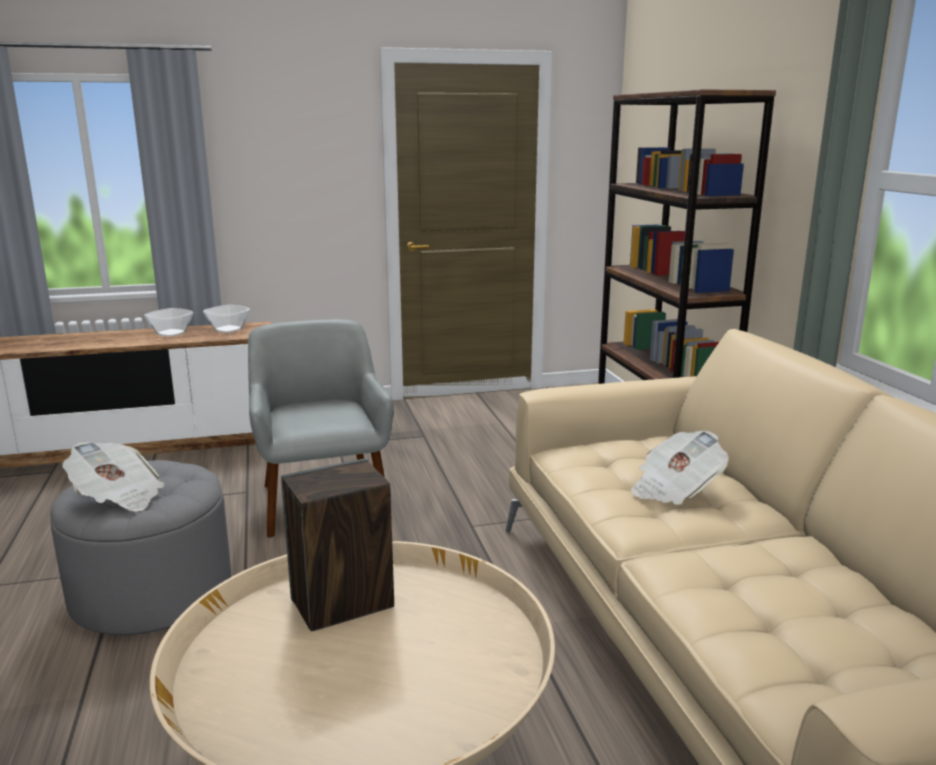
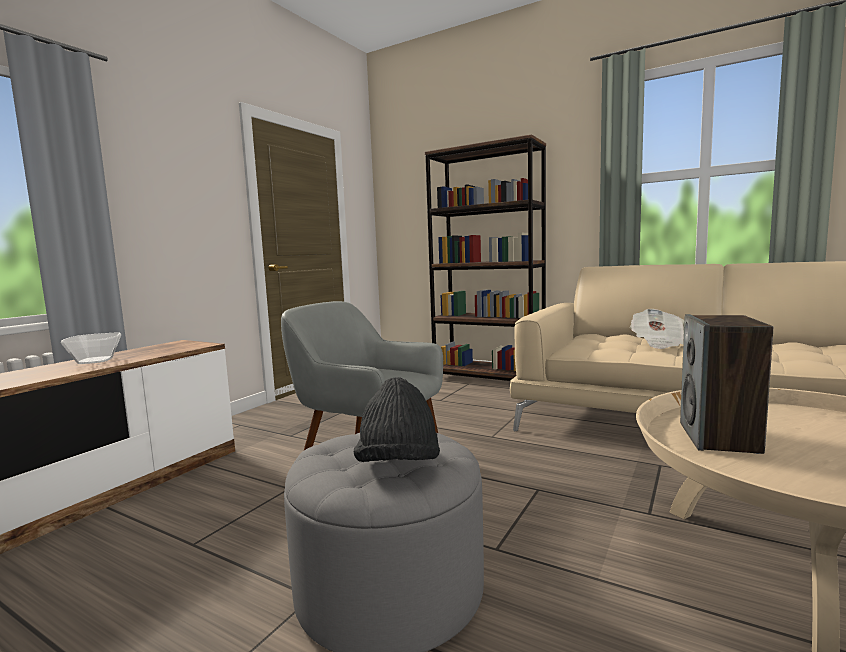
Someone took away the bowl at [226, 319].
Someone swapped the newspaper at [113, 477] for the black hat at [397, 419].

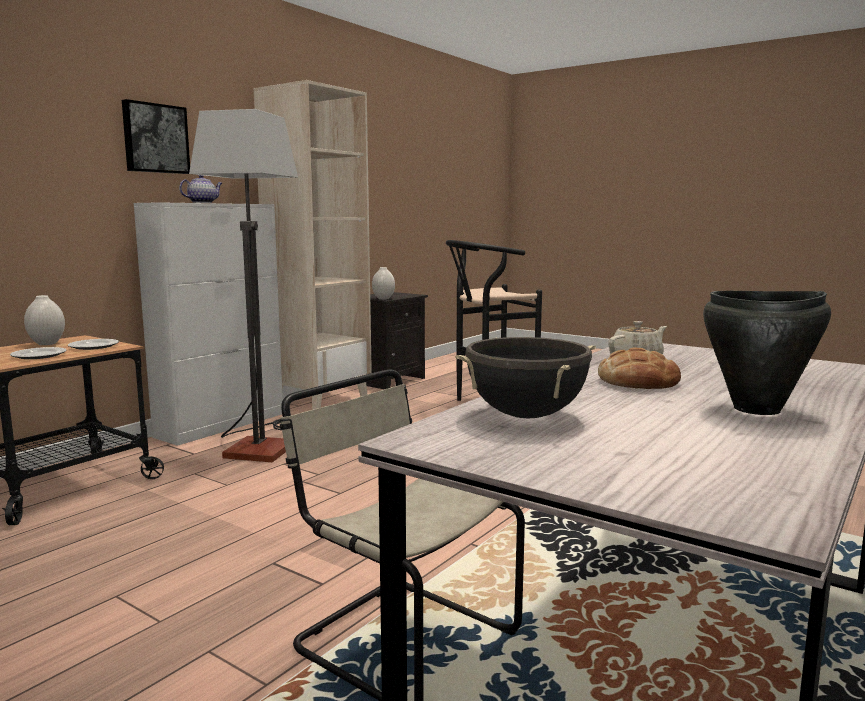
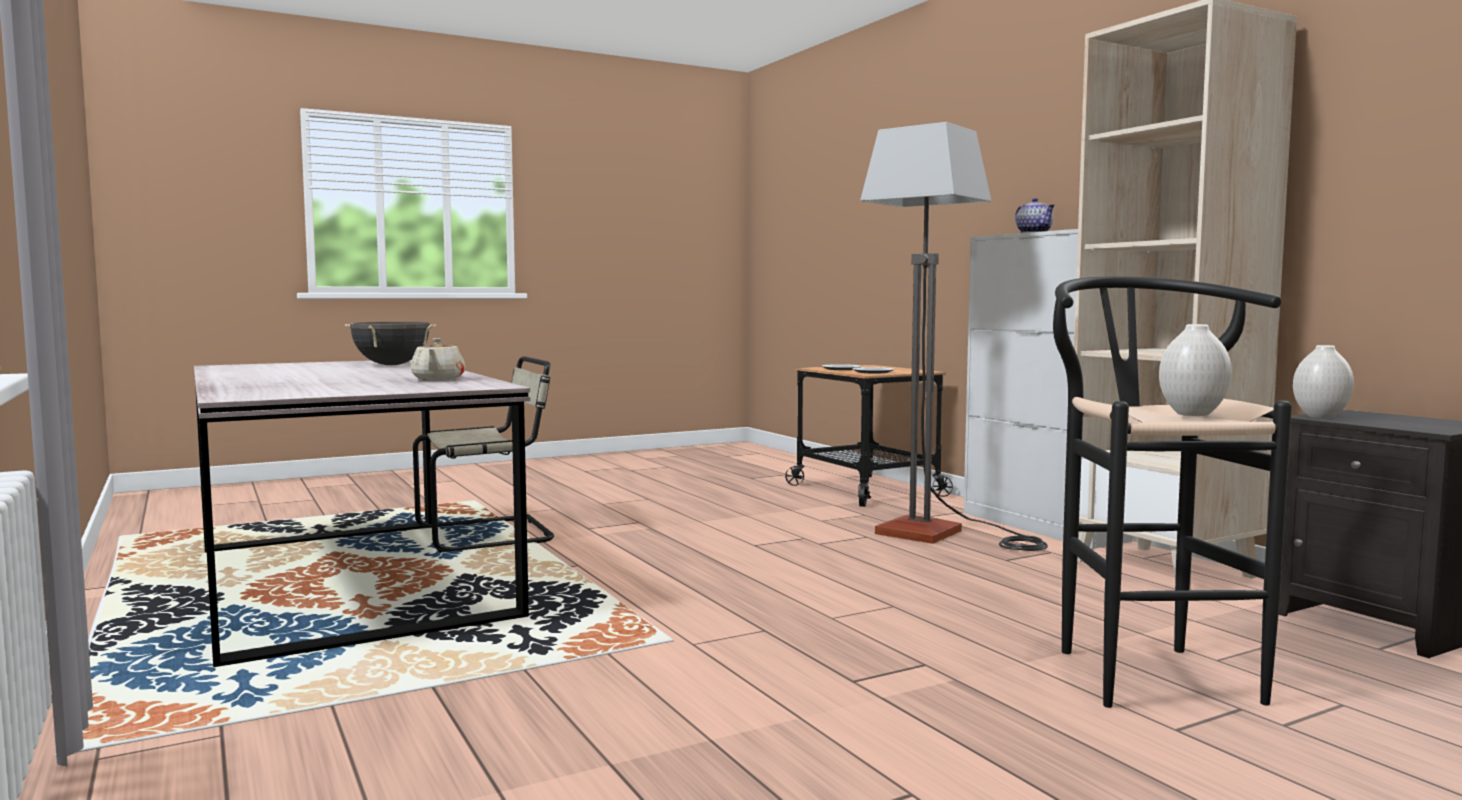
Someone took away the picture at [156, 136].
Someone took away the black cooking pot at [767, 353].
Someone carried the white vase from [44, 320] to [1195, 370].
Someone took away the bread at [639, 368].

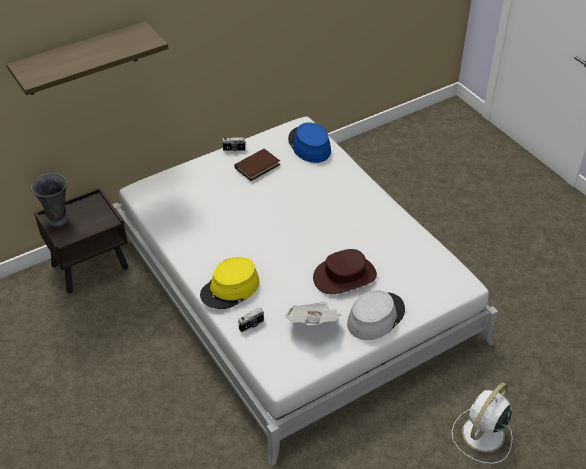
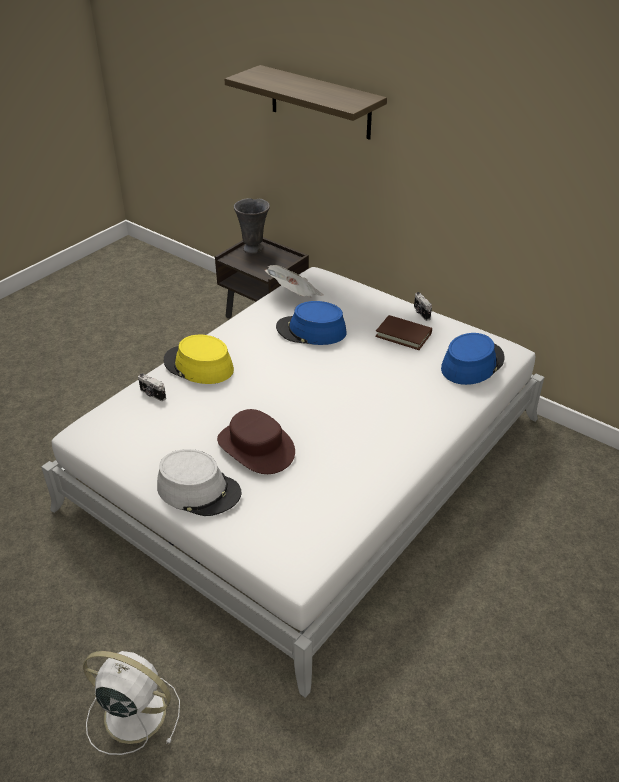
Someone carried the newspaper from [313, 313] to [294, 281].
Someone put down the blue hat at [311, 323].

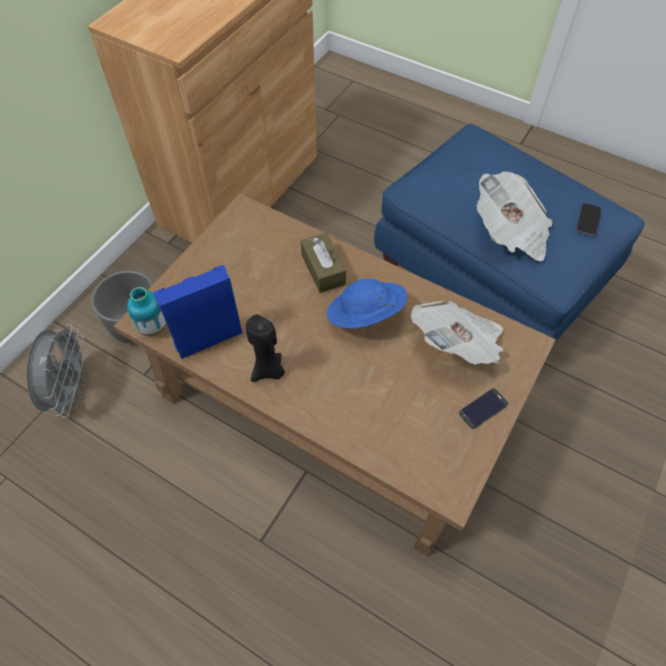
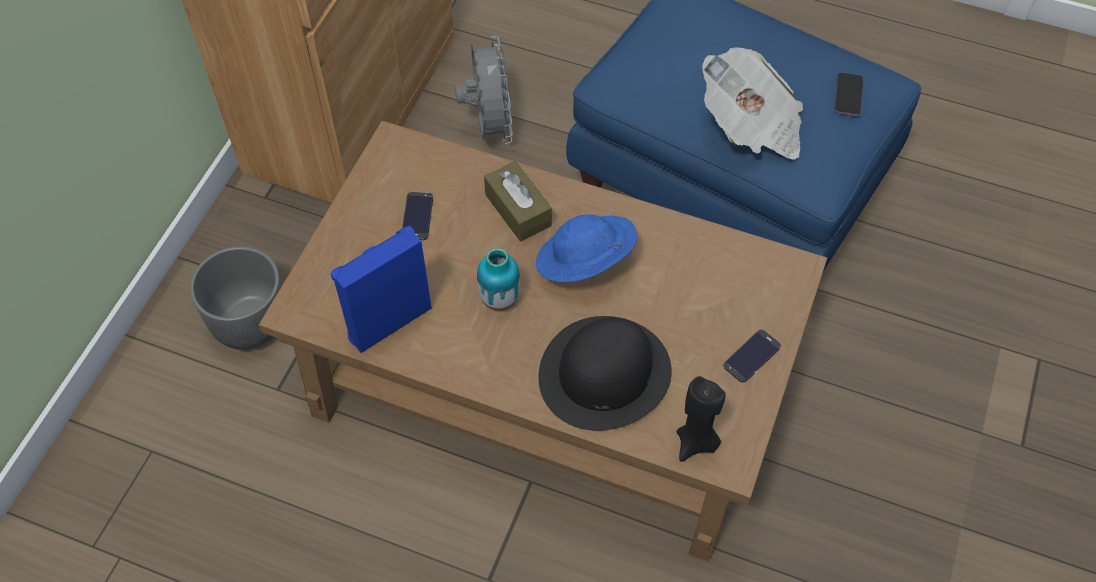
Someone carried the vase from [147, 311] to [498, 279].
Someone took away the newspaper at [457, 333].
Someone carried the black candle from [265, 348] to [701, 419].
Someone carried the grey fan from [57, 371] to [484, 90].
Someone put down the phone at [417, 216].
Someone put down the black hat at [605, 373].

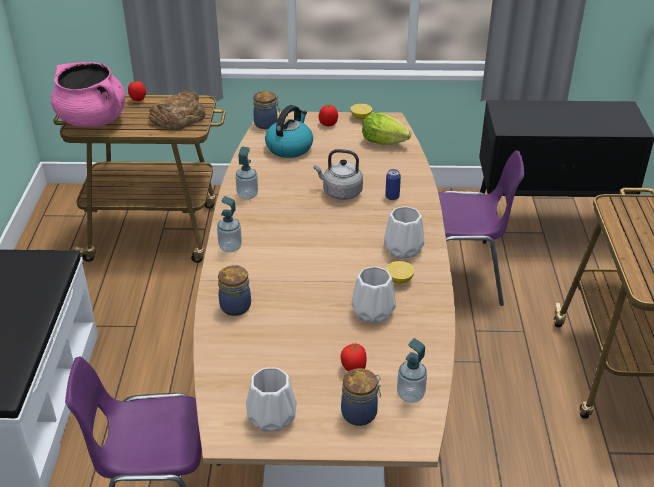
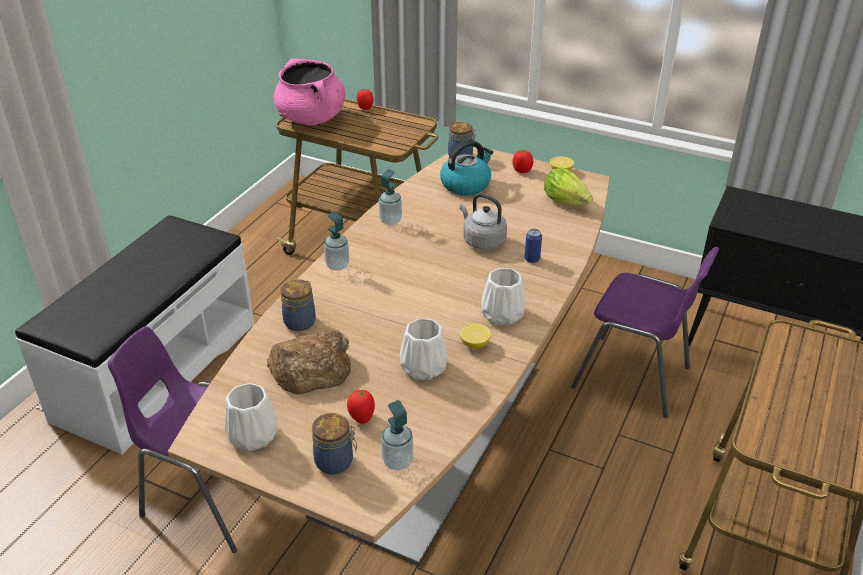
Someone carried the bread from [177, 110] to [309, 363].

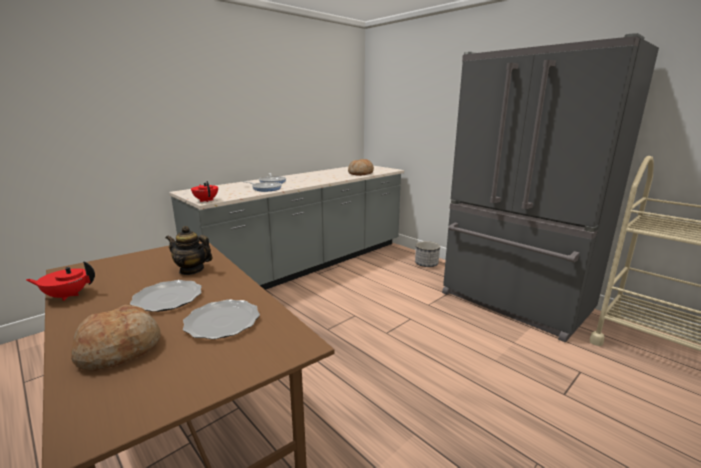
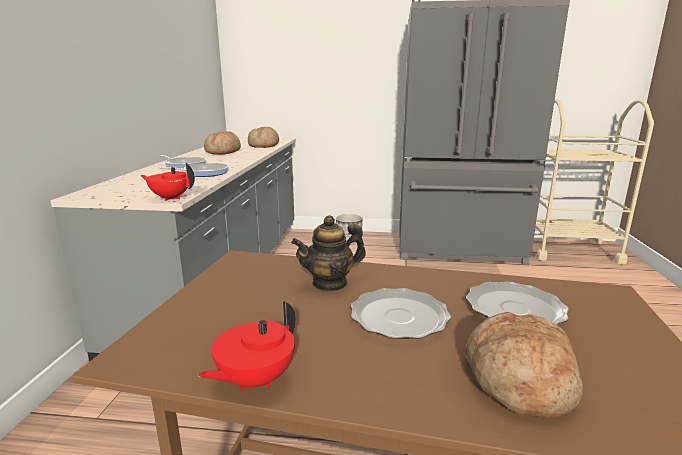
Someone put down the bread at [222, 142].

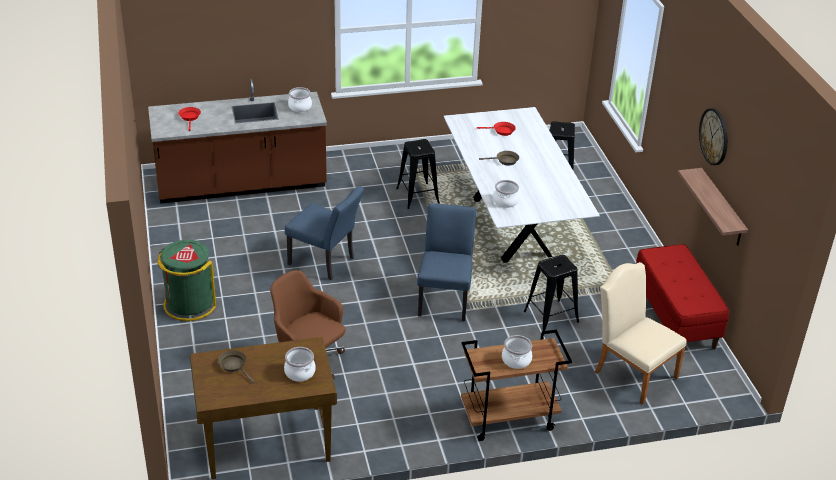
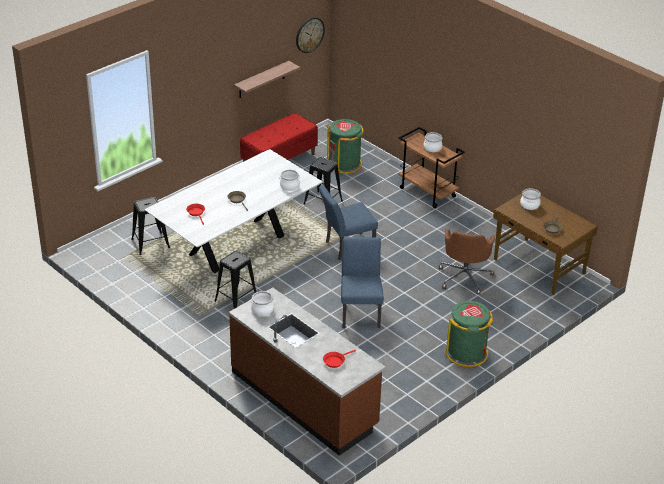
Someone carried the wall clock from [713, 136] to [310, 35].
Someone swapped the beige chair at [640, 333] for the green trash can at [345, 146].

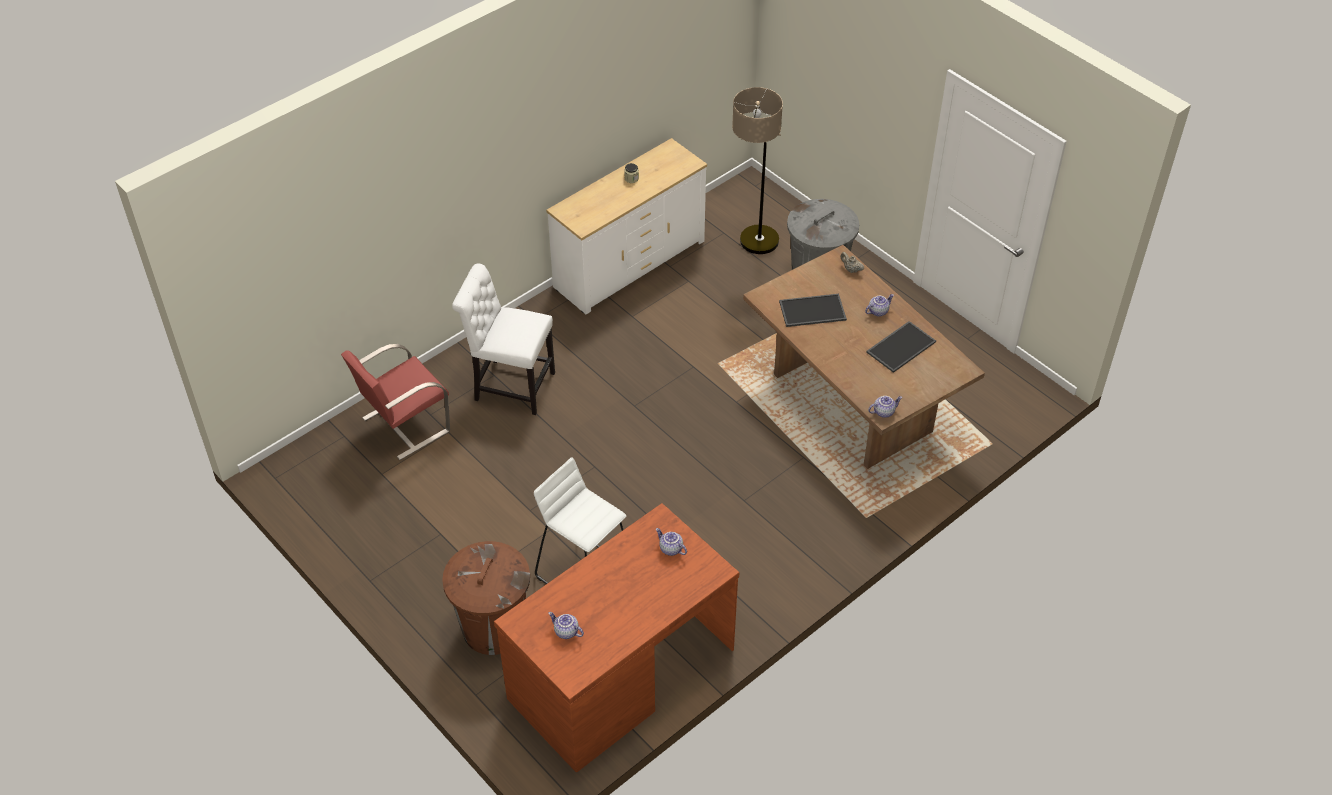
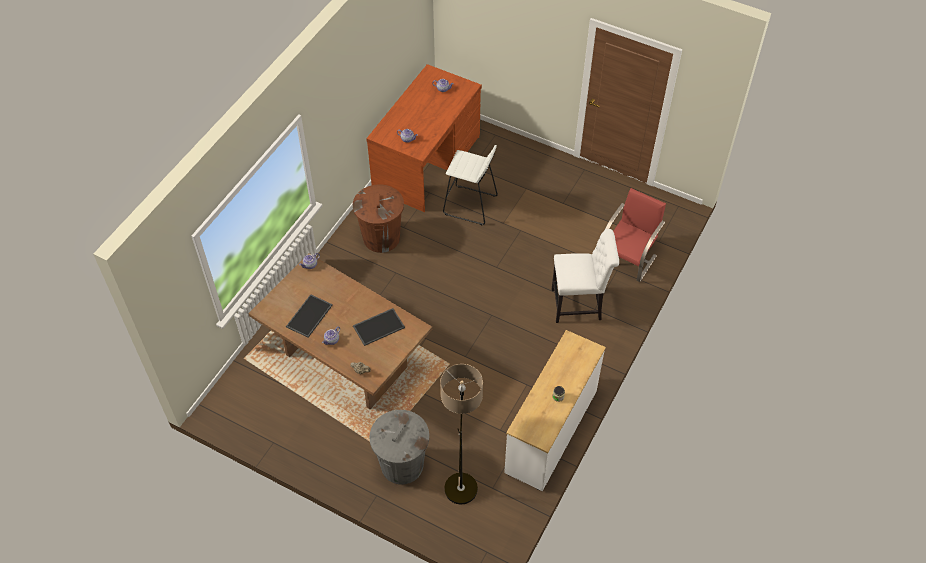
Someone carried the brown trash can from [486, 598] to [378, 218].

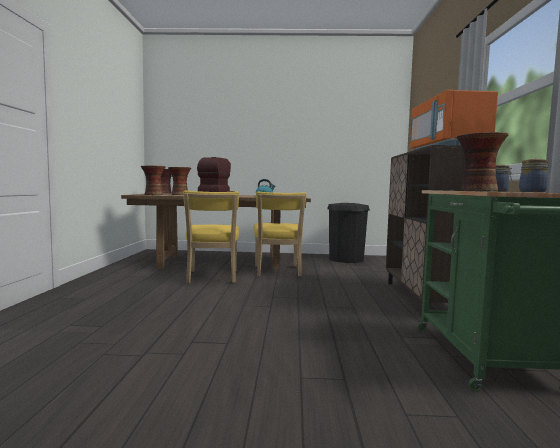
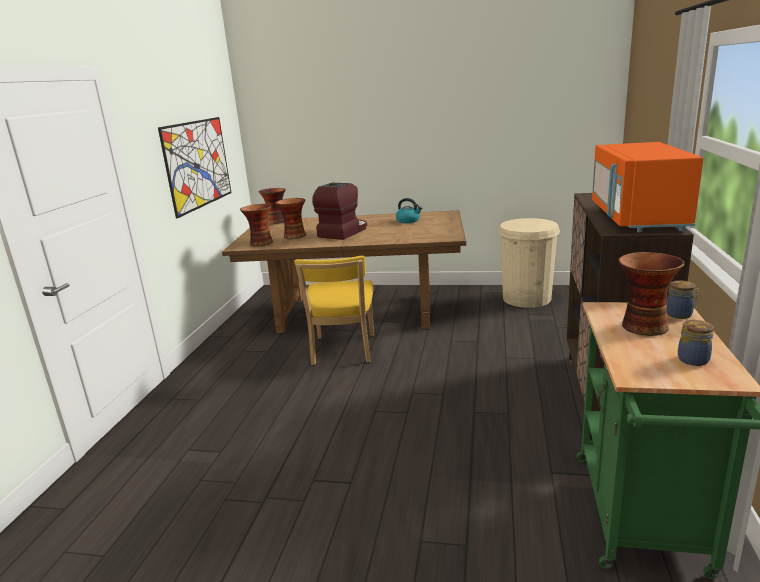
Someone took away the yellow chair at [280, 234].
Someone repainted the black trash can at [348, 233], which became the beige trash can at [529, 263].
Someone put up the picture at [194, 168].

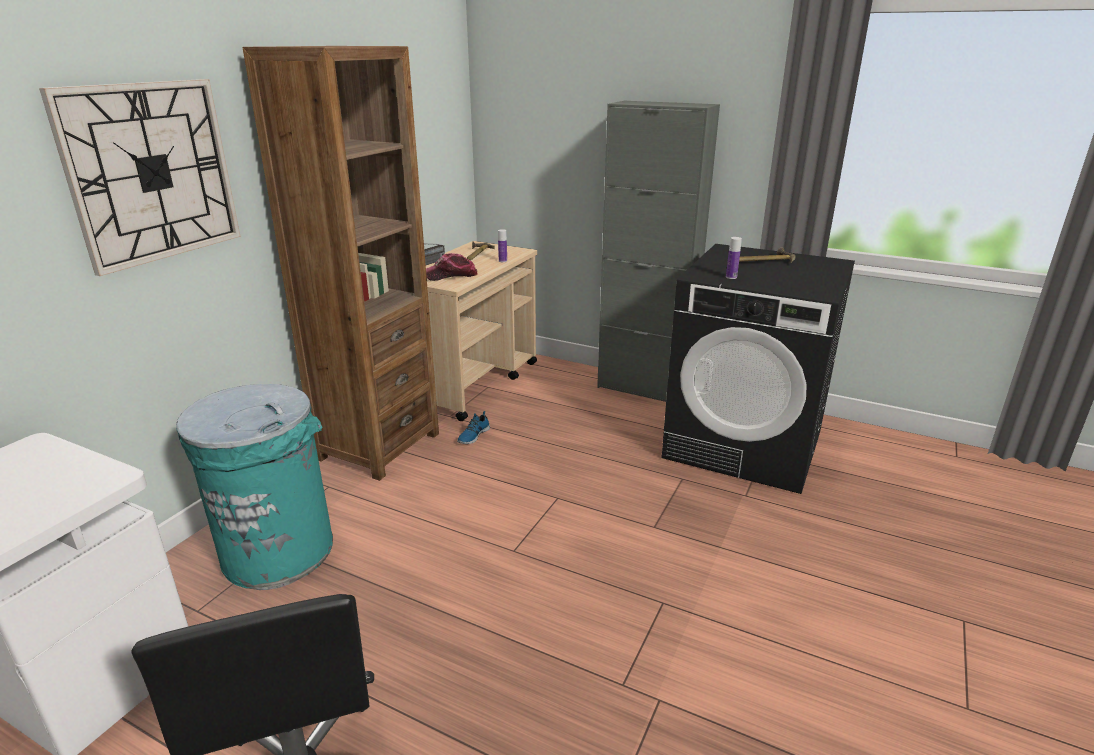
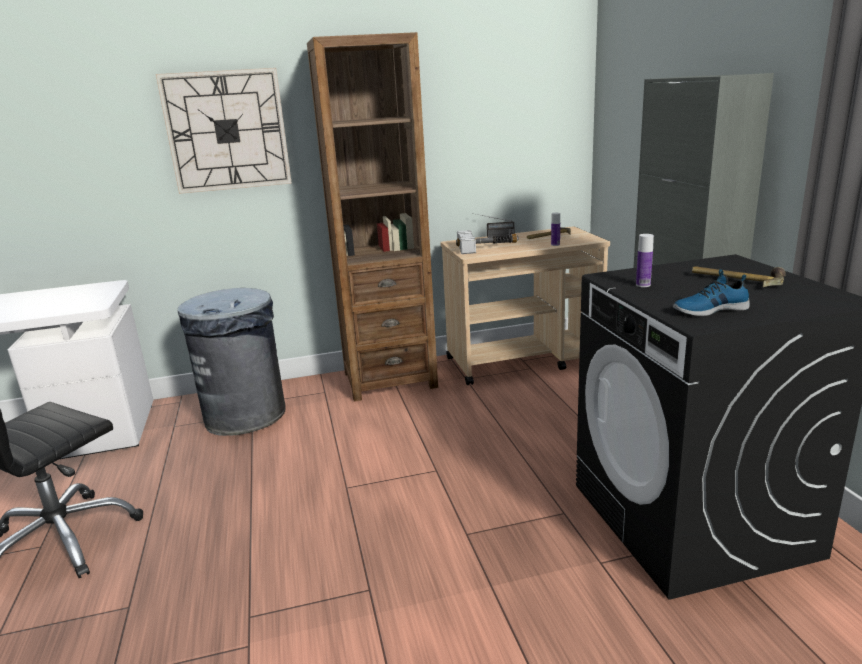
Someone swapped the cap at [452, 267] for the hammer at [487, 242].
Someone repainted the turquoise trash can at [254, 487], which became the grey trash can at [231, 362].
Someone carried the shoe from [473, 427] to [711, 292].

